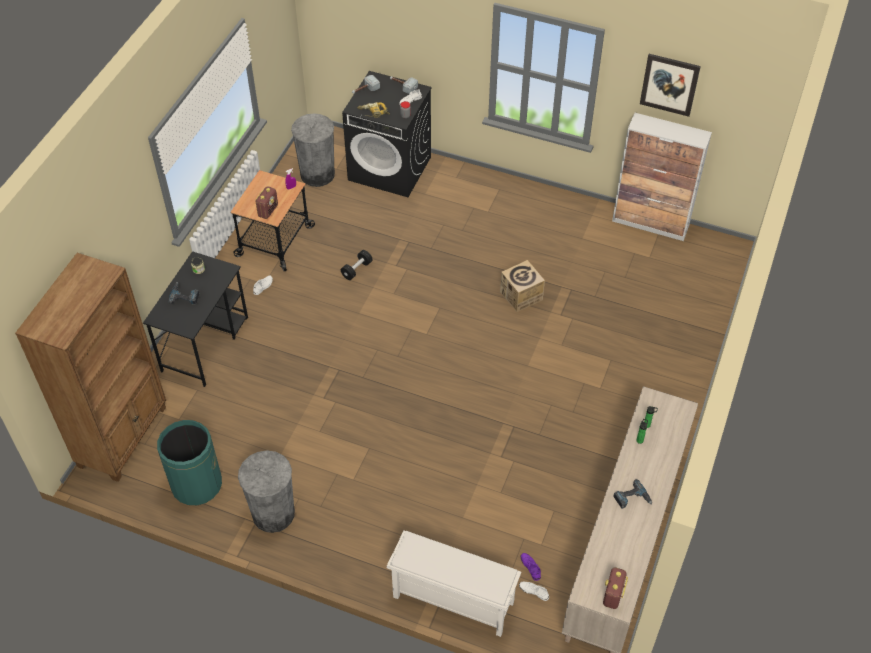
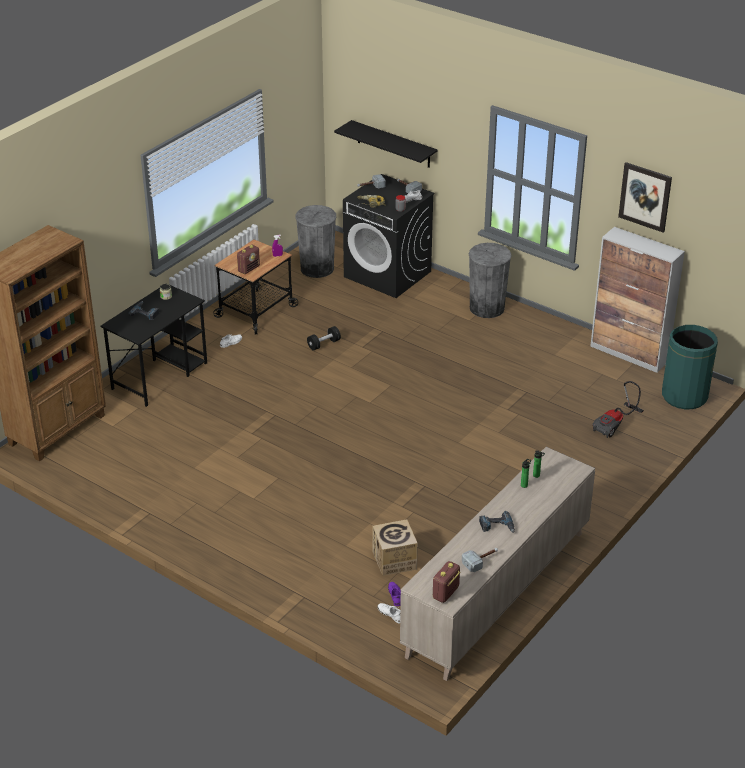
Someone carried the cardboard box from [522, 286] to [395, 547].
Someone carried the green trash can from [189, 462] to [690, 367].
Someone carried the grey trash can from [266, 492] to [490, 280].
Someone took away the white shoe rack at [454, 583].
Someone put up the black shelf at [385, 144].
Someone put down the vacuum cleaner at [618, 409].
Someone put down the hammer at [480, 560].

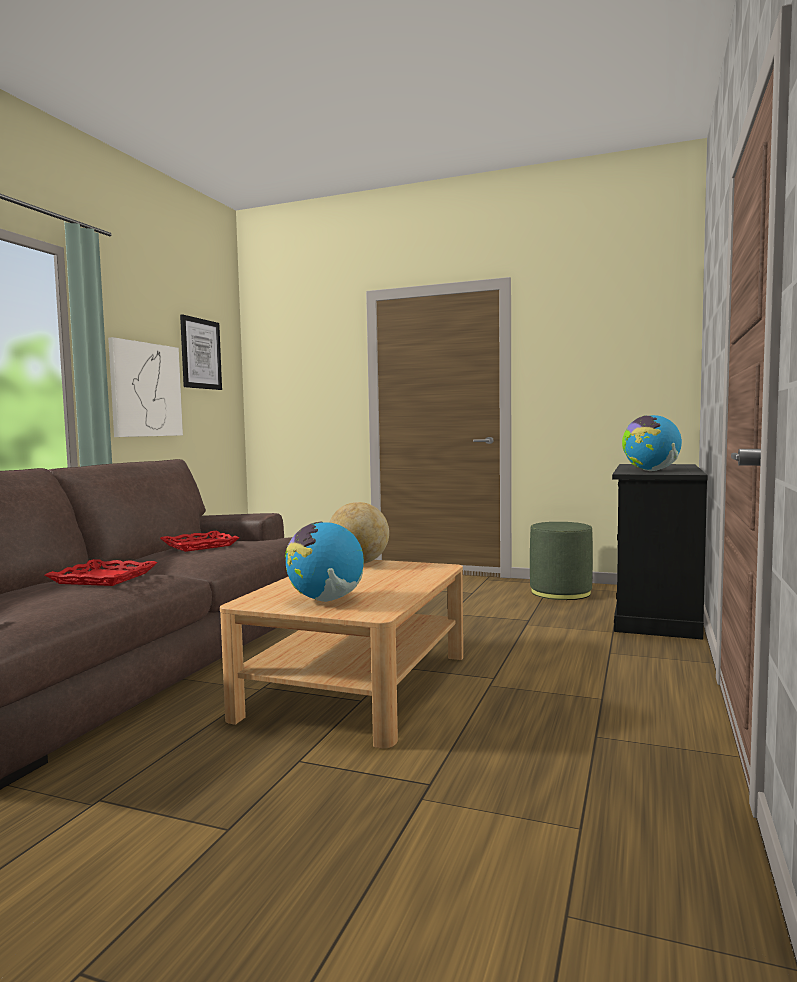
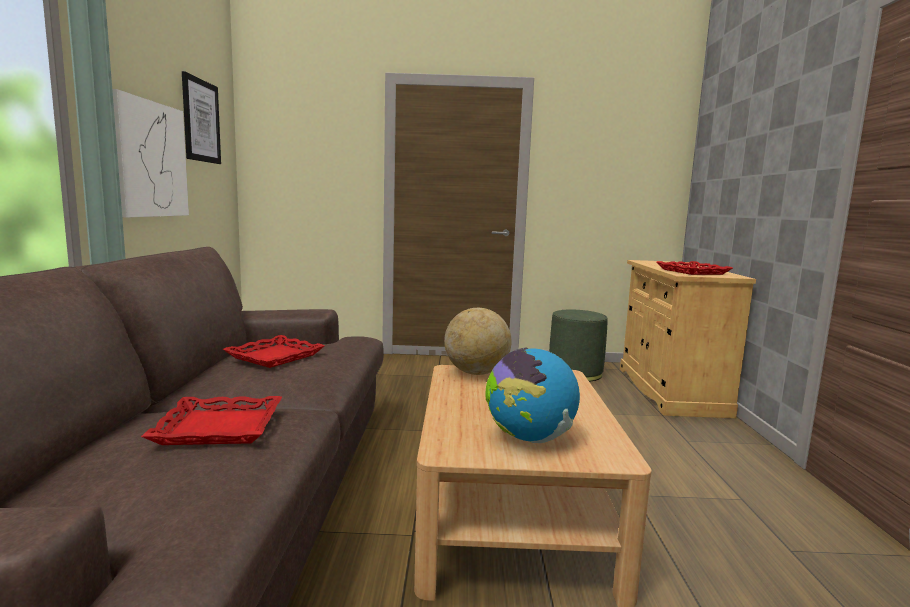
Someone swapped the globe at [652, 443] for the red tray at [694, 268].
Someone repainted the black cabinet at [660, 552], which became the beige cabinet at [688, 339].

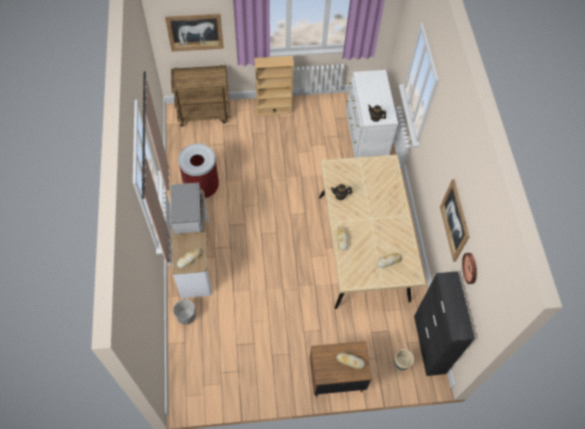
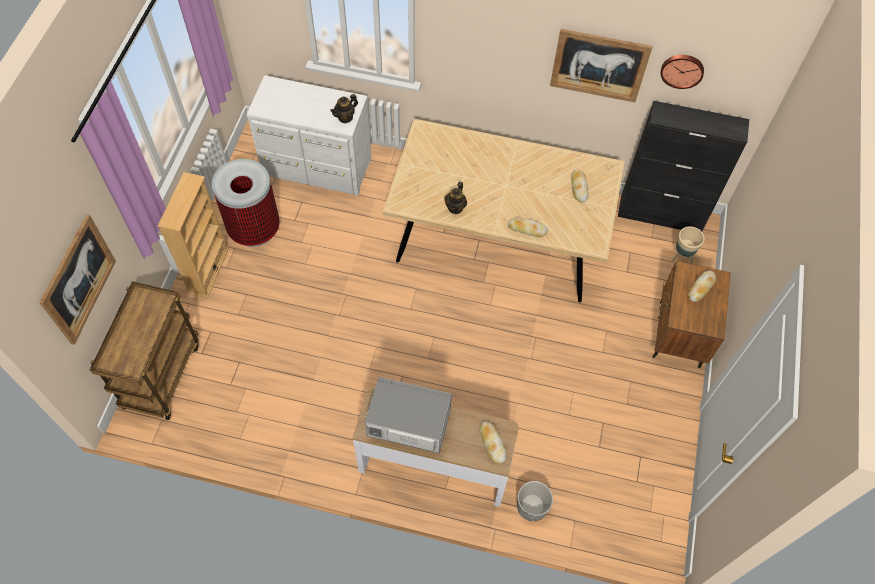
Someone carried the trash can from [198, 171] to [246, 203].

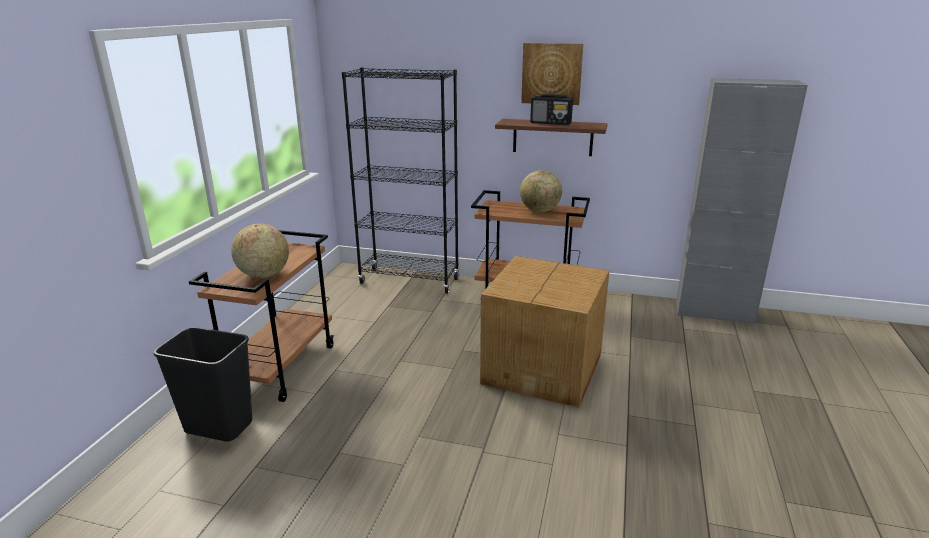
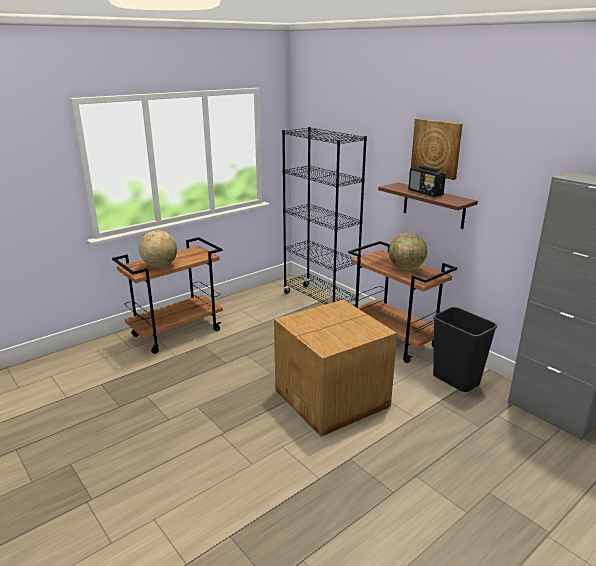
Someone carried the black trash can from [202, 384] to [465, 349].

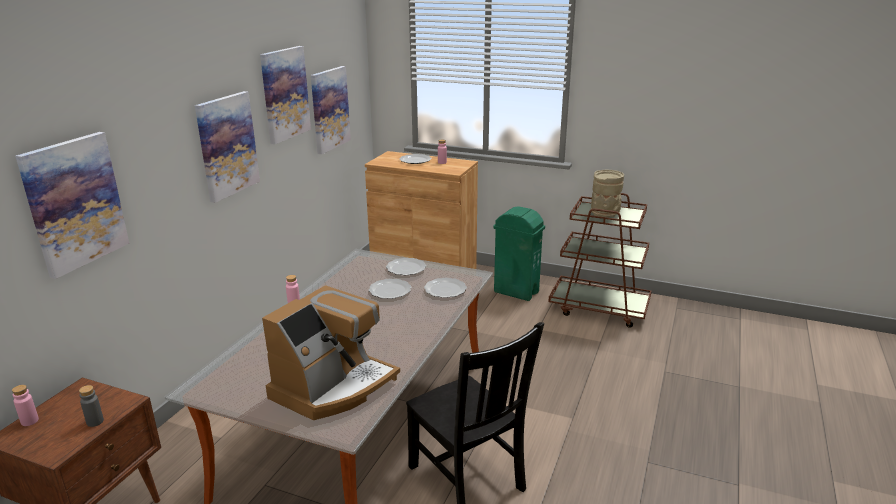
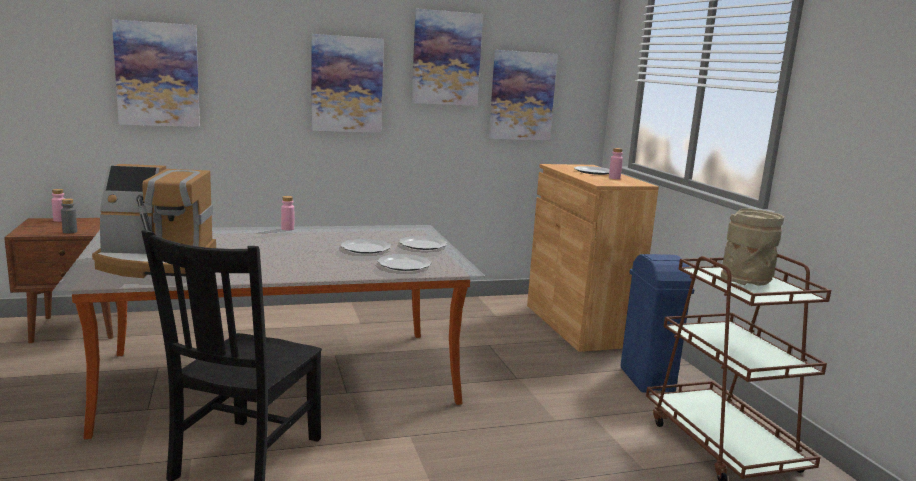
Someone repainted the green trash can at [519, 253], which became the blue trash can at [657, 323].

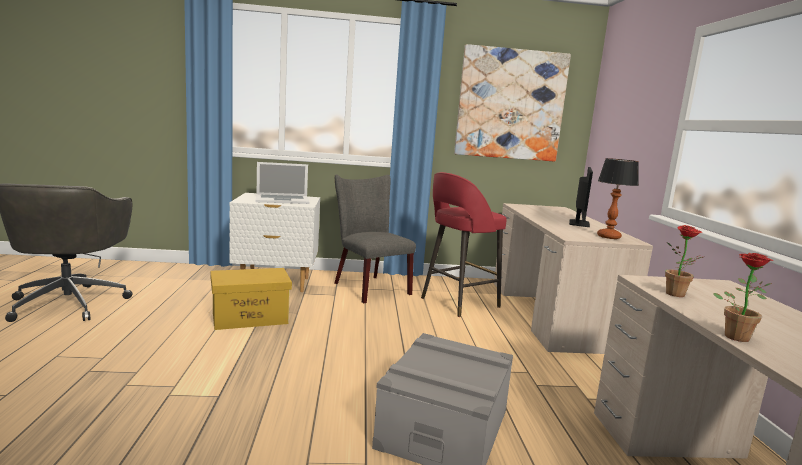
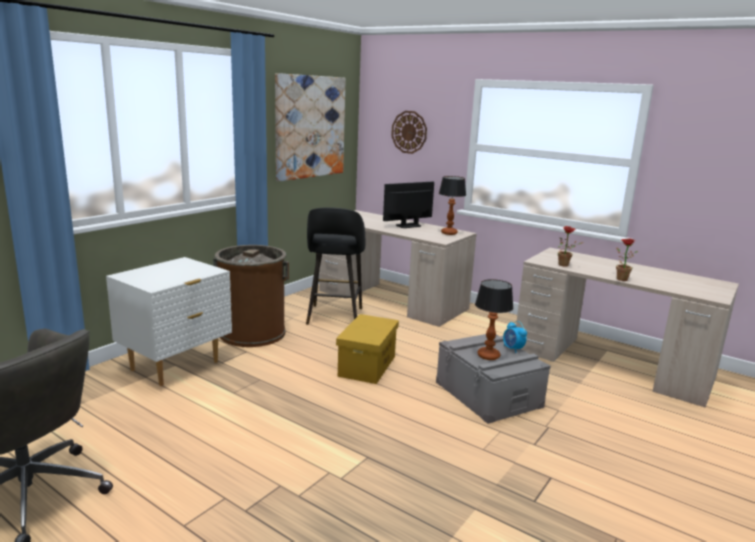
Someone took away the laptop at [282, 183].
Someone rotated the monitor at [581, 197] by 90 degrees counterclockwise.
Someone repainted the red stool at [464, 244], which became the black stool at [335, 266].
Someone swapped the grey chair at [375, 239] for the brown trash can at [251, 296].
Someone carried the yellow storage box from [251, 299] to [367, 349].
Someone put up the wall clock at [409, 132].
Someone put down the table lamp at [494, 319].
Someone put down the alarm clock at [515, 337].

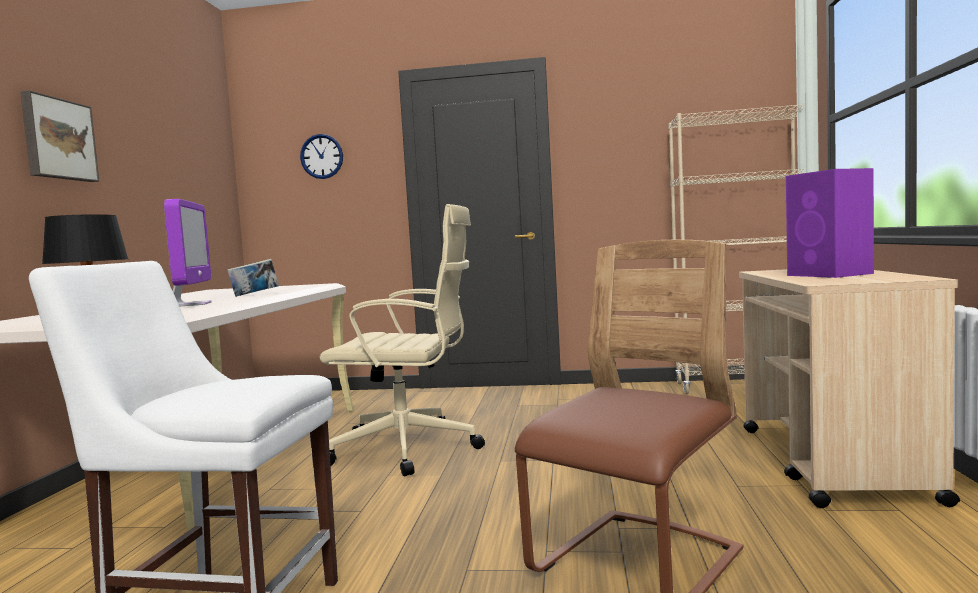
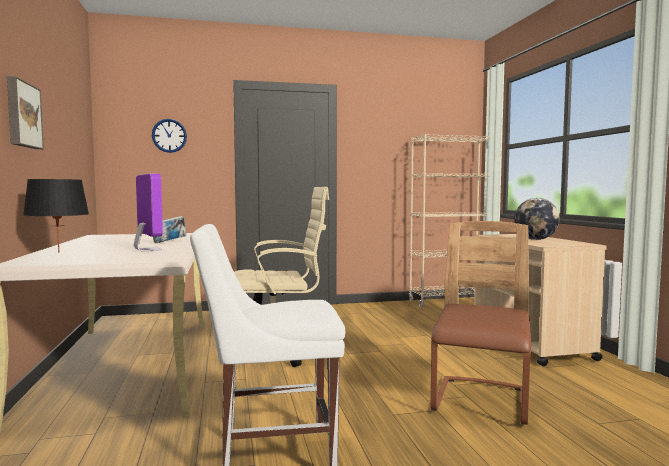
Someone swapped the purple speaker at [830, 223] for the globe at [537, 219].

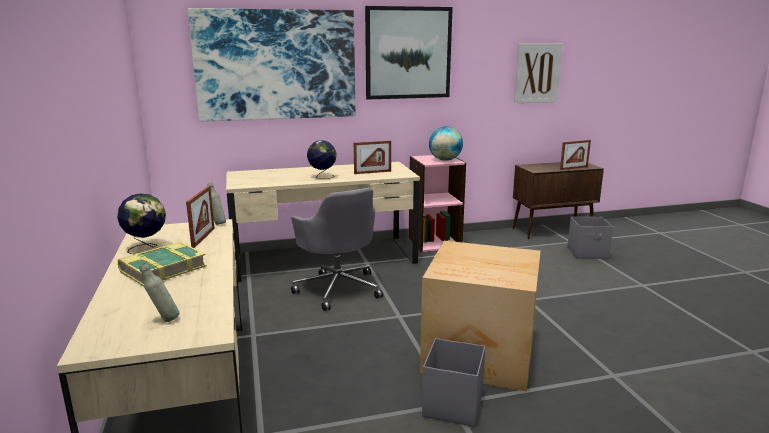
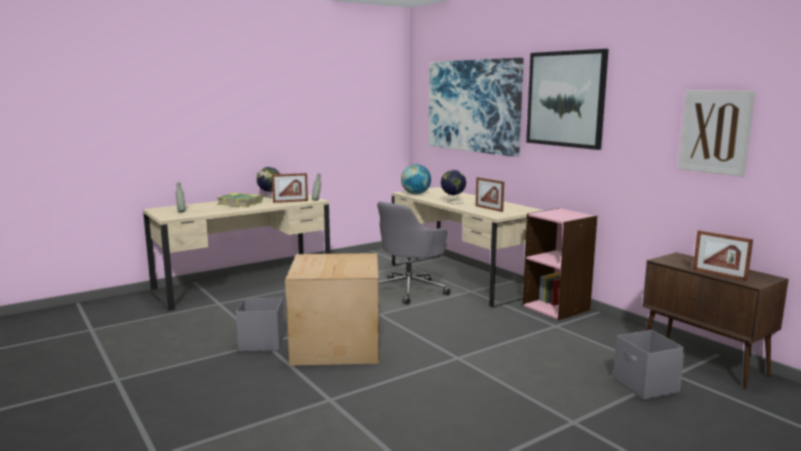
Someone carried the globe from [446, 143] to [416, 179].

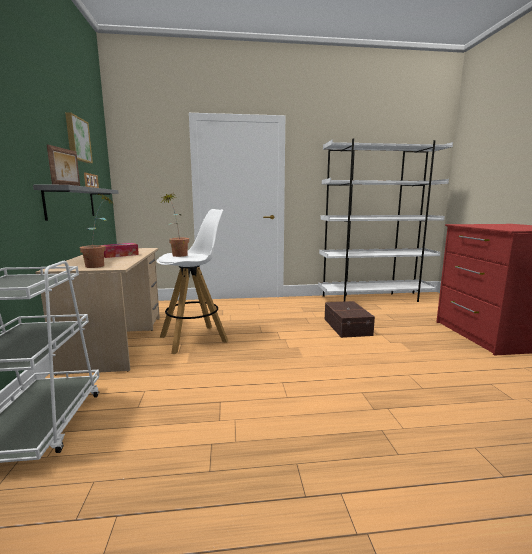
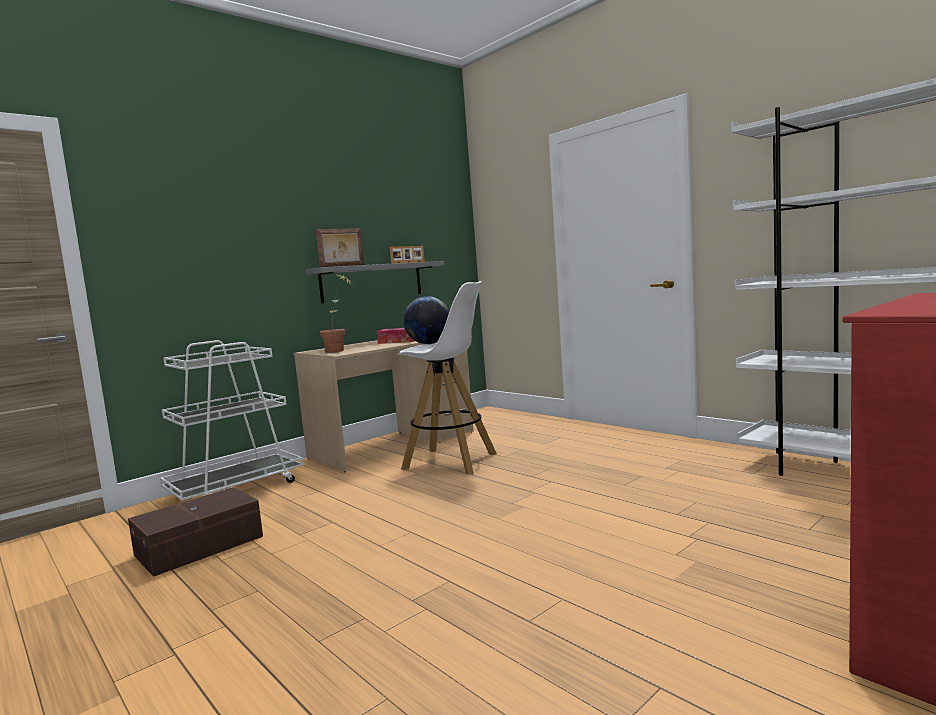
Someone took away the picture at [79, 137].
Someone swapped the potted plant at [175, 225] for the globe at [426, 320].
Someone carried the brown storage box from [350, 319] to [195, 532].

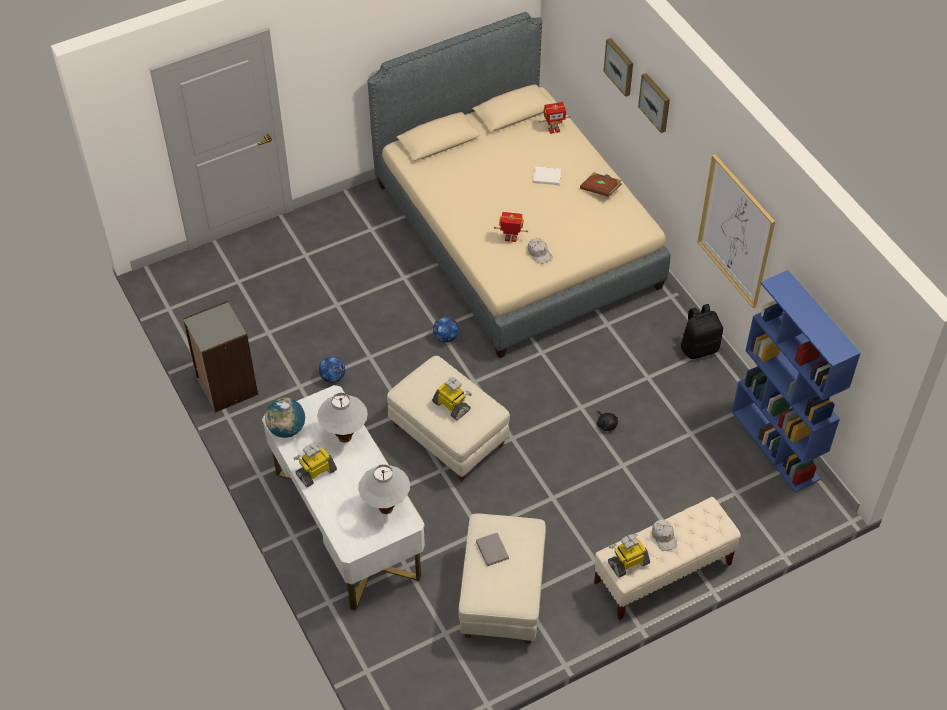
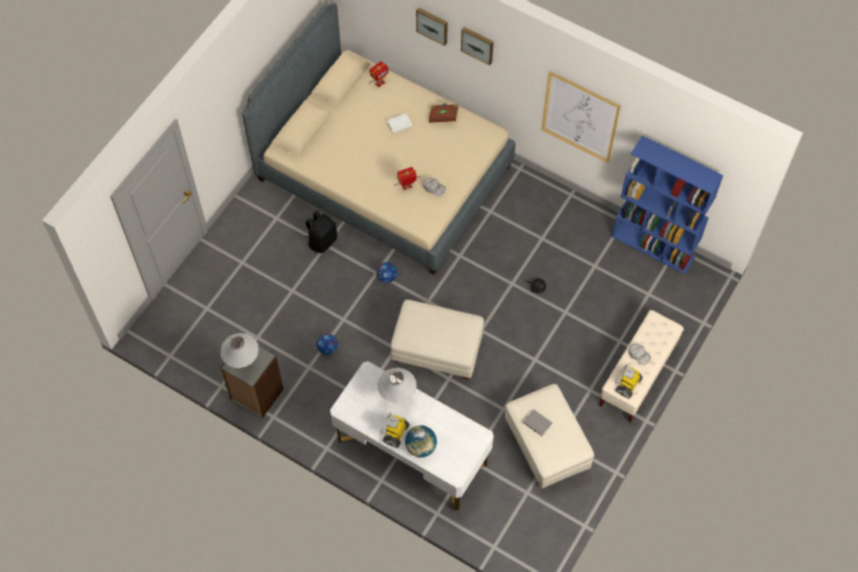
Someone carried the black backpack from [701, 331] to [321, 232].
Someone took away the toy robot at [452, 398].
Someone carried the globe from [285, 418] to [421, 441].
Someone carried the white table lamp from [384, 489] to [240, 350].

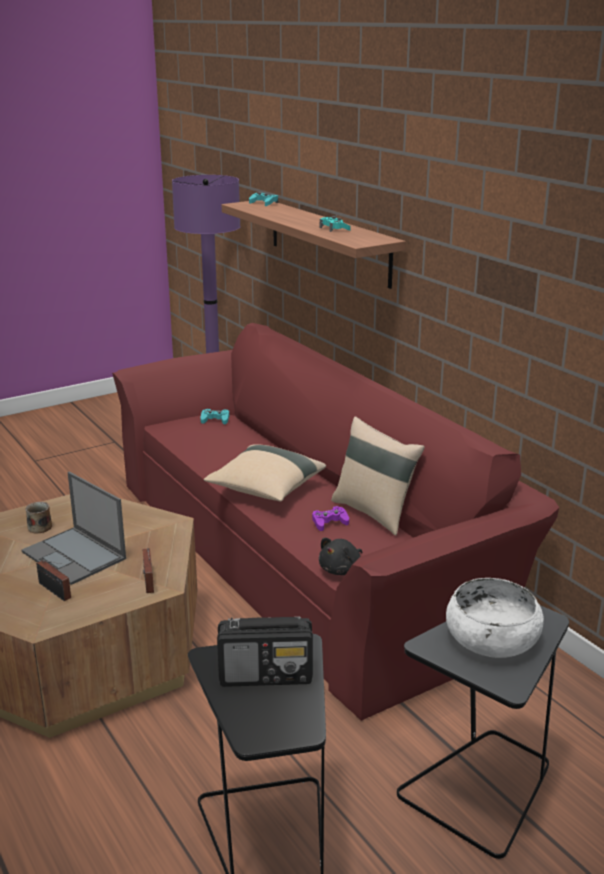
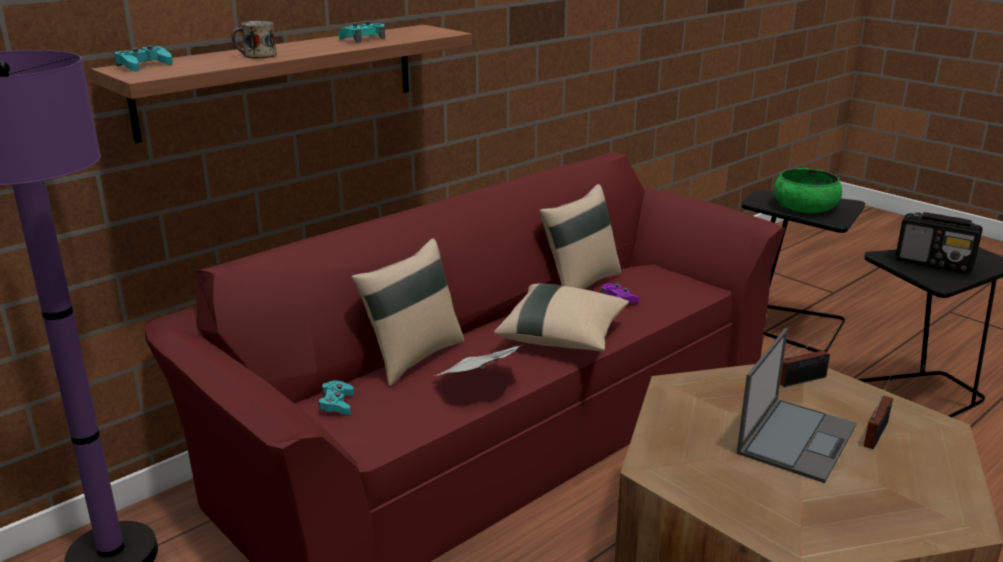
Someone carried the mug from [38, 517] to [254, 39].
Someone took away the black plush toy at [340, 556].
Someone repainted the white bowl at [495, 618], which became the green bowl at [807, 190].
Someone rotated the radio at [265, 652] by 135 degrees clockwise.
Someone put down the beige pillow at [408, 312].
Someone put down the newspaper at [478, 360].

